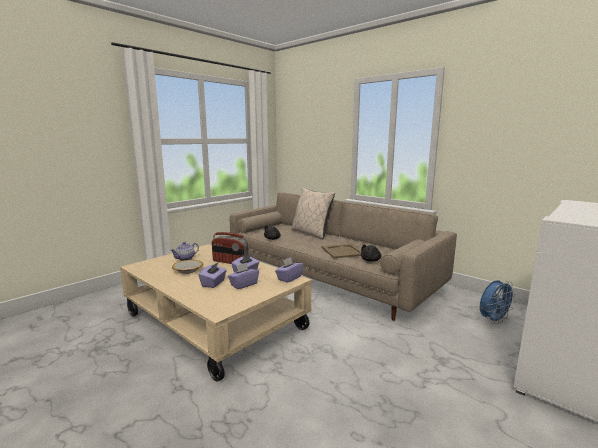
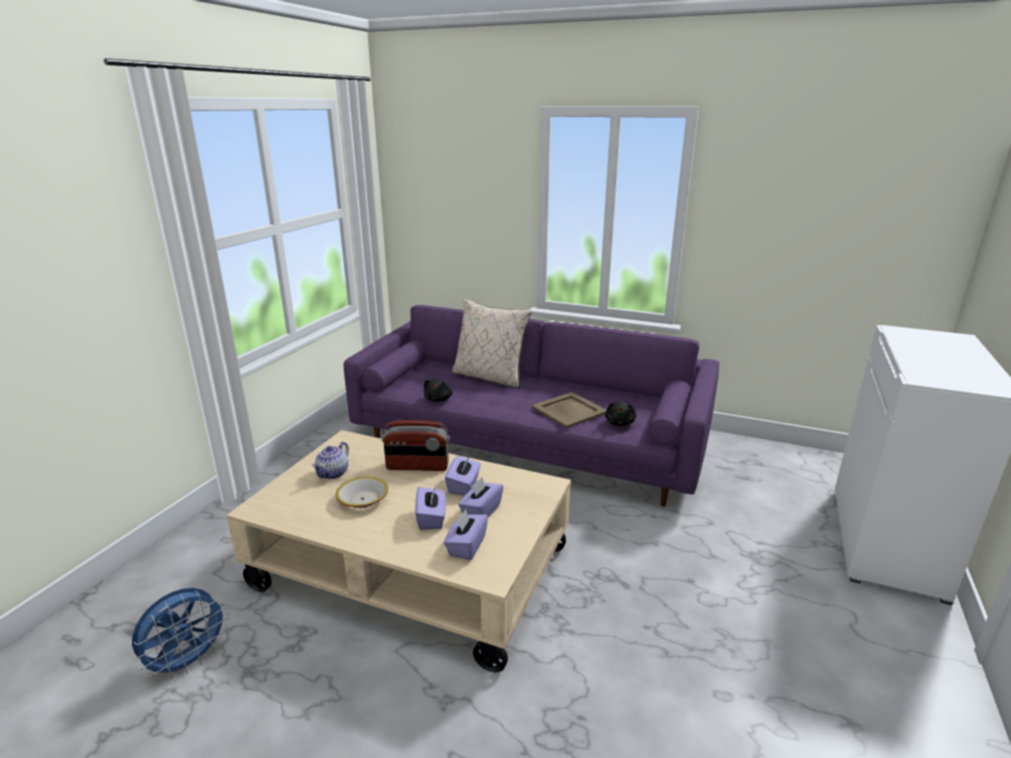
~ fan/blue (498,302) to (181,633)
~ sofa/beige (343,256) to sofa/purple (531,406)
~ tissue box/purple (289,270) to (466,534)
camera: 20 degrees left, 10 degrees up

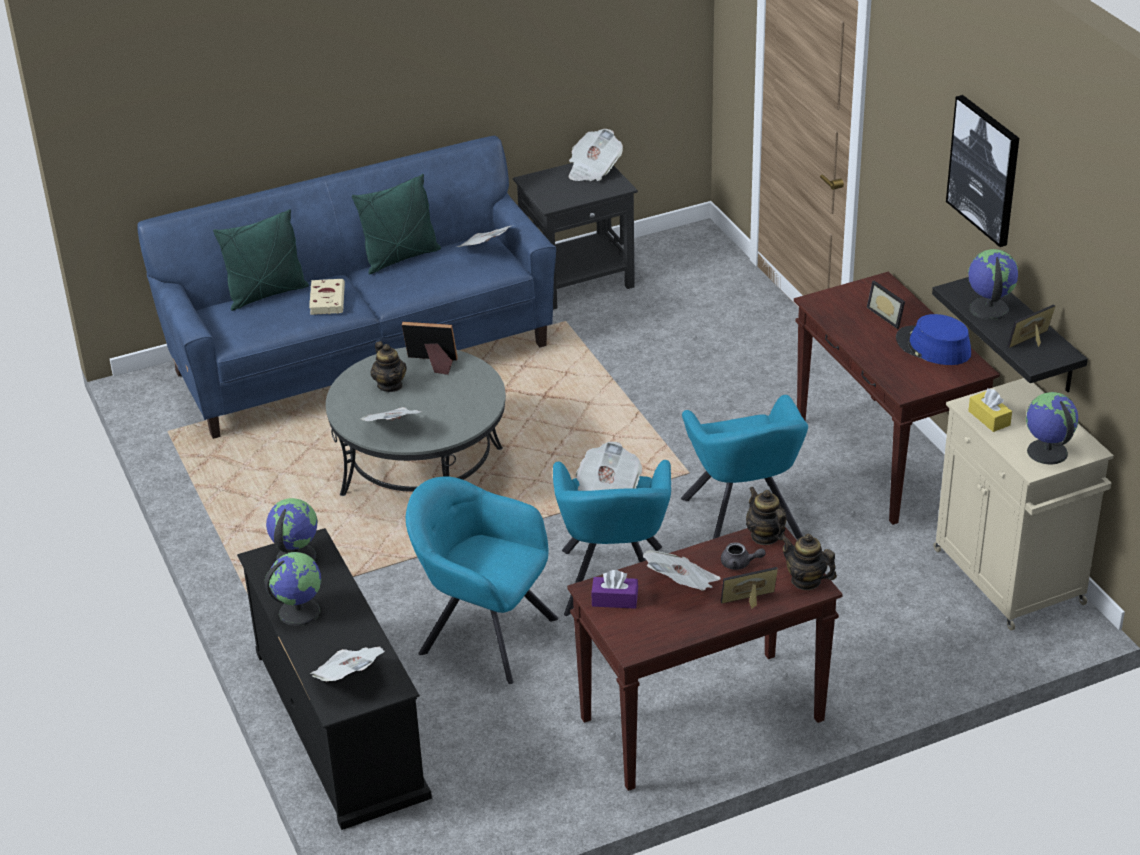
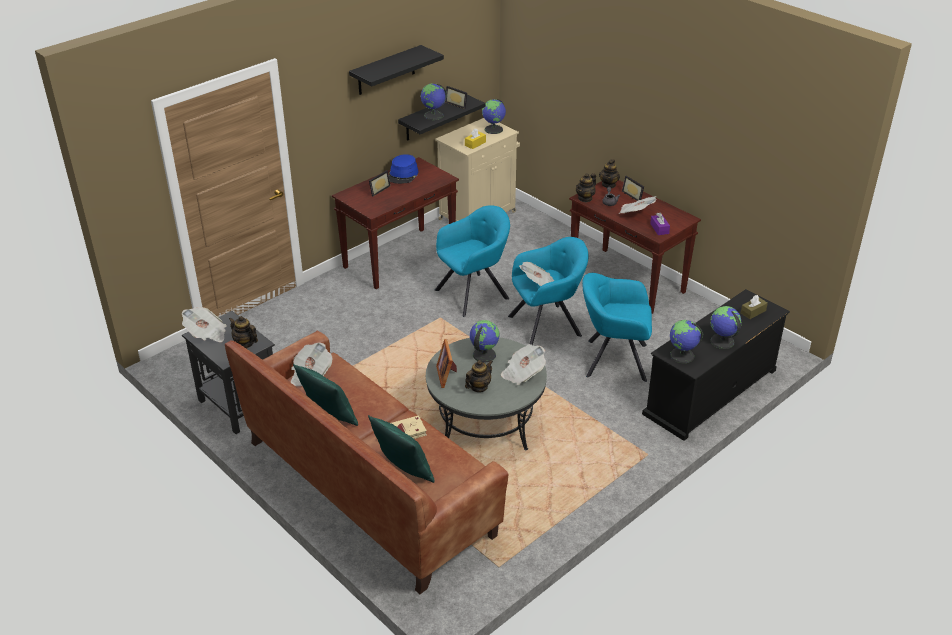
~ sofa/blue (346,287) to sofa/brown (366,462)
+ teapot (243,332)
~ picture (982,171) to shelf/black (396,70)
+ globe (485,341)
~ armchair/turquoise (482,580) = (617,327) 90 degrees clockwise
~ newspaper (347,664) to tissue box/brown (754,307)
camera: 110 degrees left, 0 degrees up

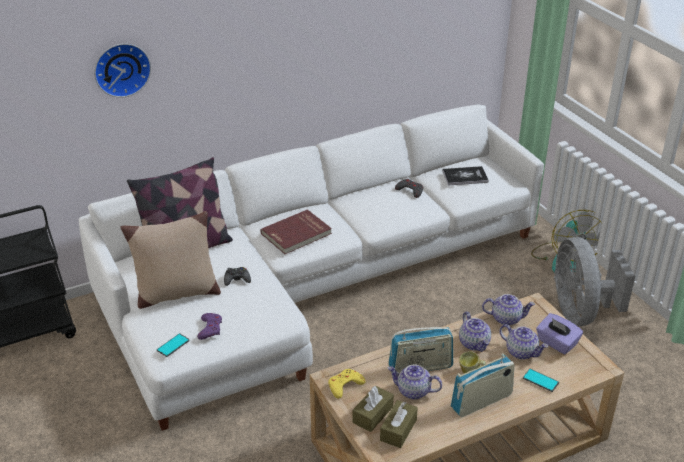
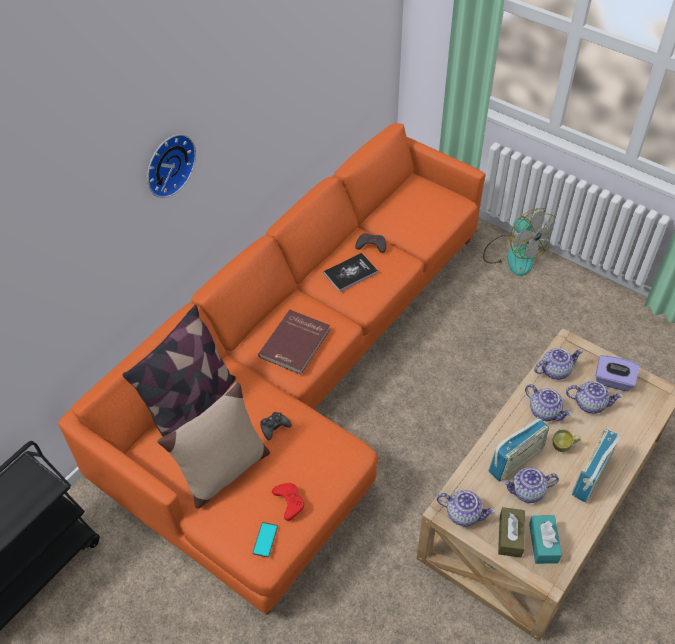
~ sofa/white (311,268) to sofa/orange (272,369)
~ wall clock (122,70) to (171,166)
~ game controller/purple (209,326) to game controller/red (288,502)
~ book (466,176) to (350,272)
~ game controller/yellow (346,384) to teapot (466,508)
~ tissue box/brown (399,424) to tissue box/turquoise (545,539)
- phone (541,380)
- fan/grey (594,281)
camera: 25 degrees left, 15 degrees up

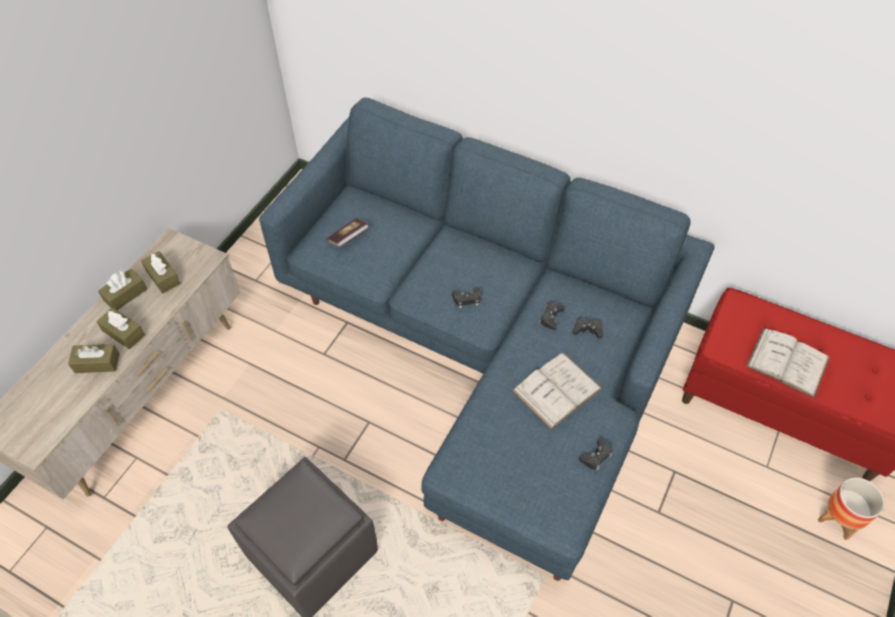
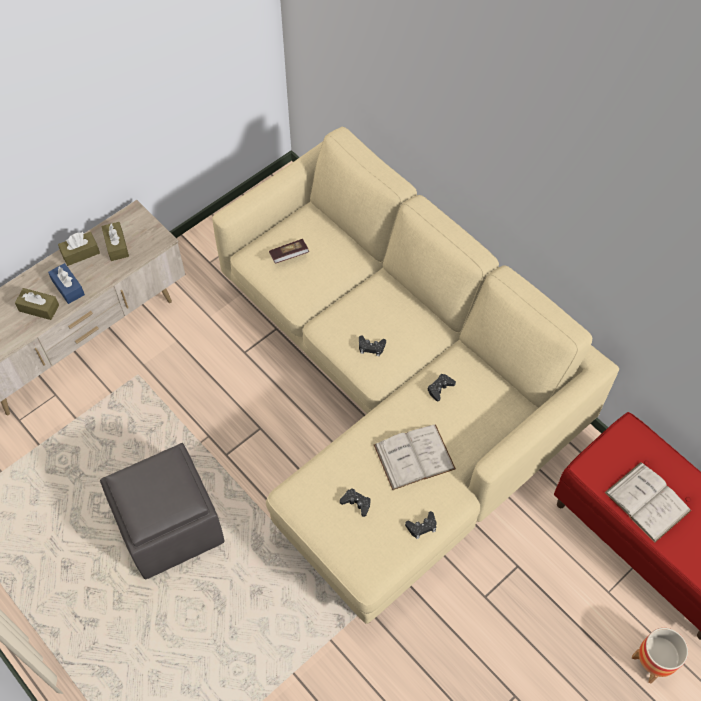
~ tissue box/brown (120,328) to tissue box/blue (66,283)
~ sofa/blue (487,339) to sofa/beige (415,375)
~ game controller/black (587,328) to (355,502)
camera: 20 degrees right, 5 degrees up

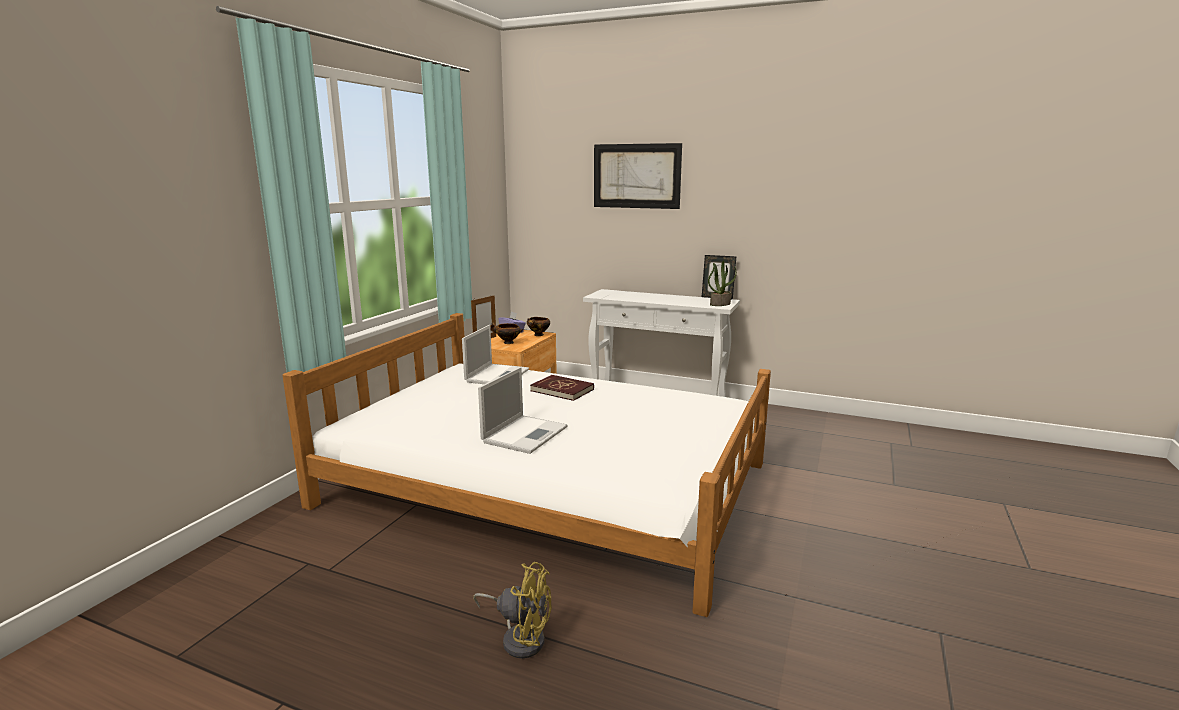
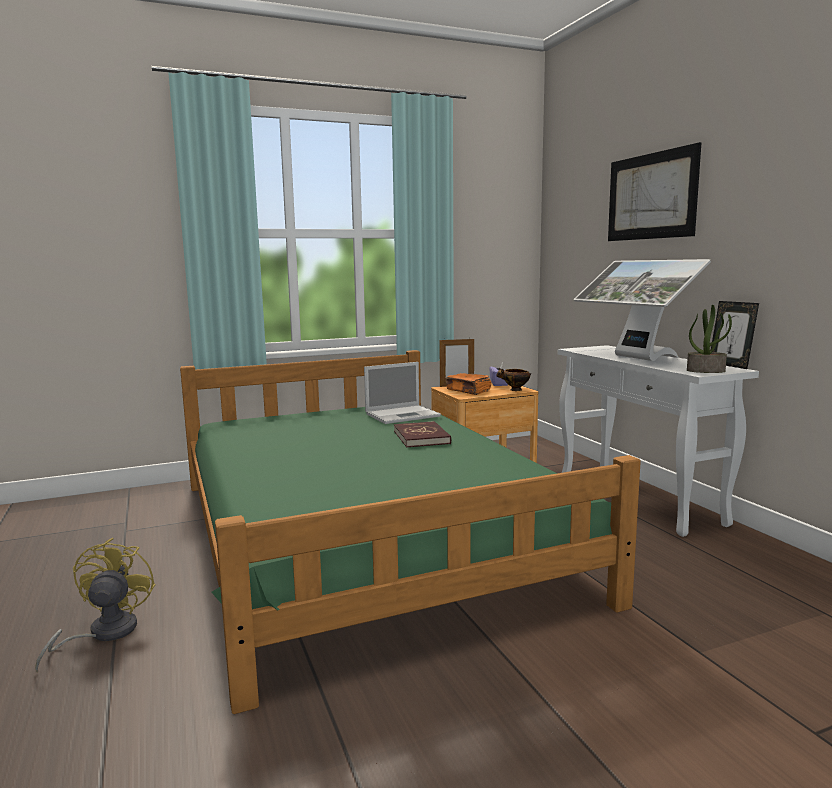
~ fan/yellow (512,610) = (95,605) 150 degrees counterclockwise
~ bed/white (526,465) to bed/green (410,532)
~ bowl (506,333) to book/orange (468,384)
+ monitor (642,310)
- laptop (522,410)
camera: 45 degrees right, 5 degrees down

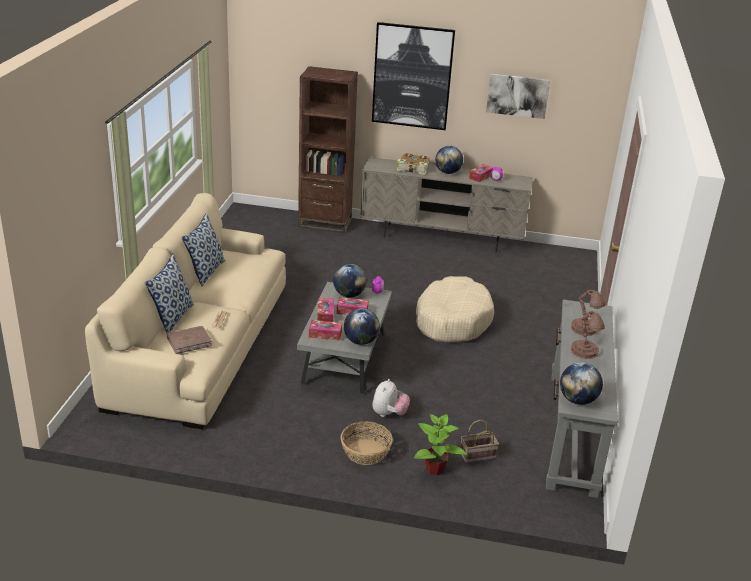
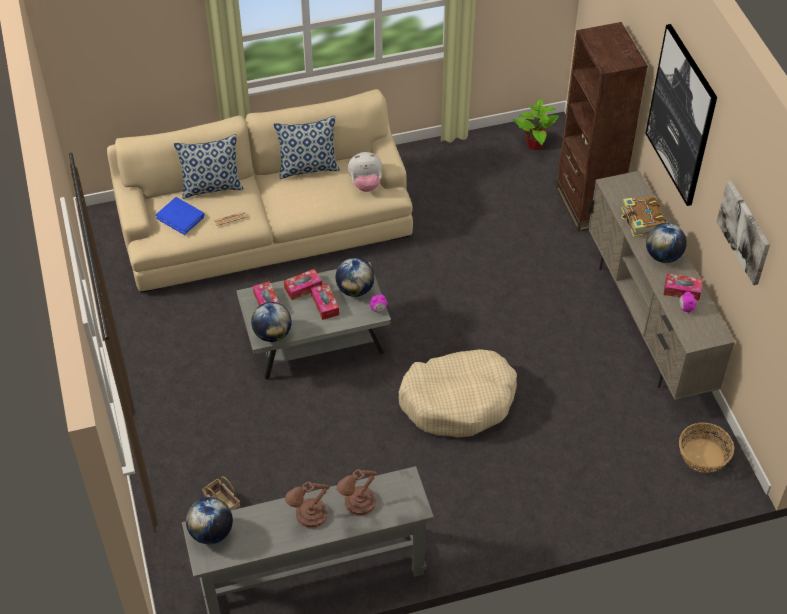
~ book/brown (189,340) to book/blue (180,216)
~ plush toy (391,398) to (365,172)
~ potted plant (440,444) to (536,124)
~ basket (367,443) to (706,448)
camera: 65 degrees right, 20 degrees up

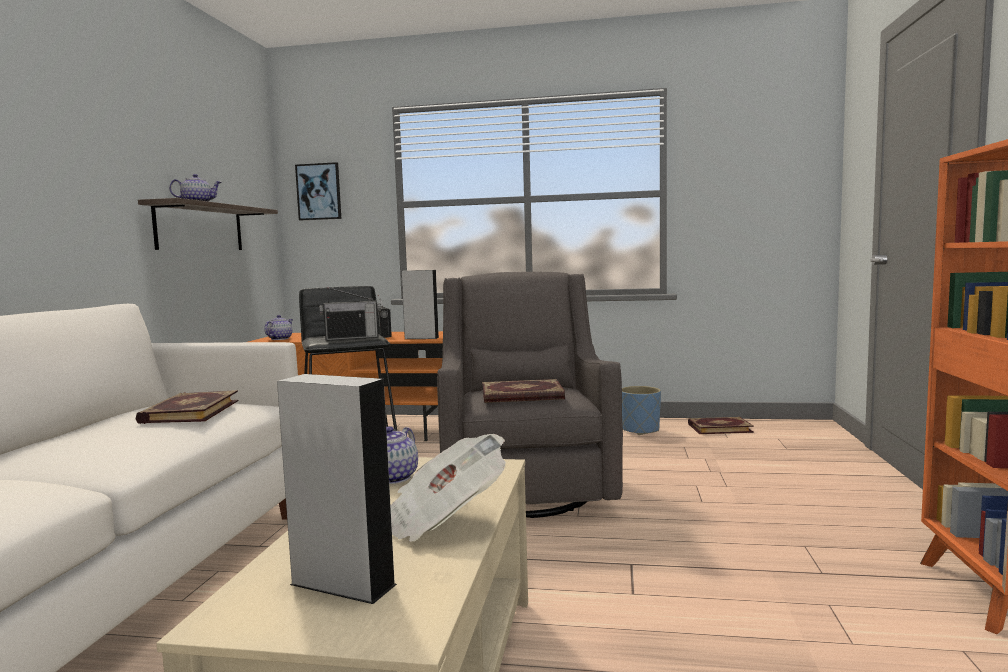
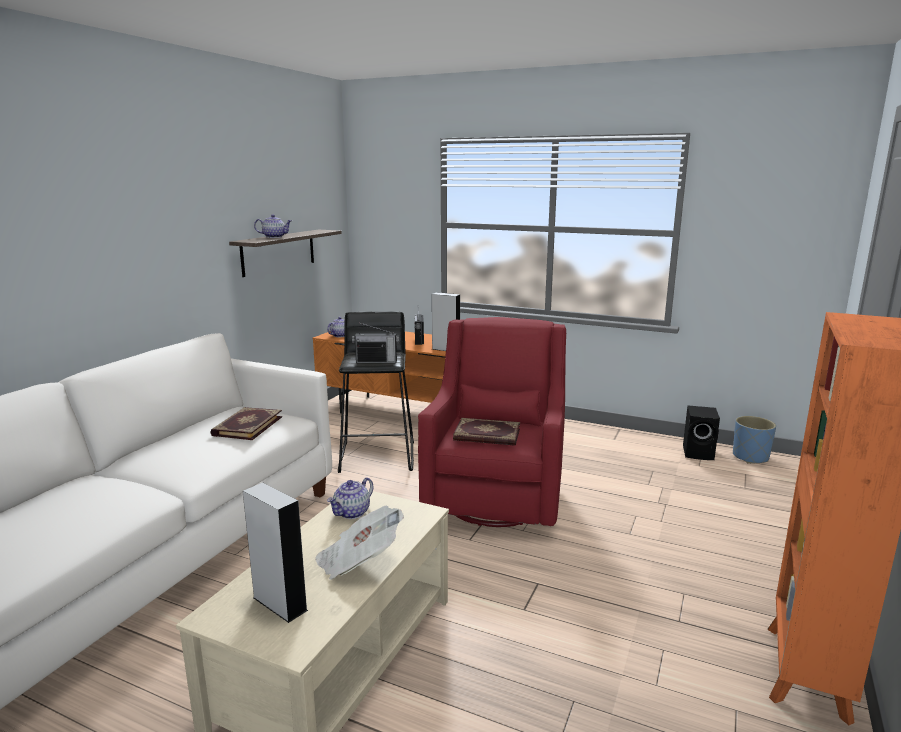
~ armchair/grey (530,395) to armchair/red (492,422)
~ book (721,425) to speaker/black (701,433)
~ planter/blue (641,410) to (754,440)
- picture (318,191)
camera: 15 degrees right, 10 degrees up

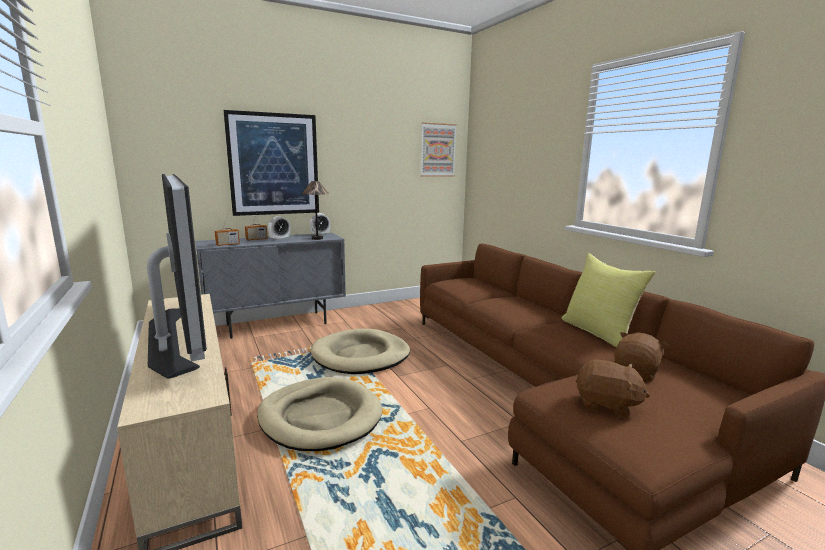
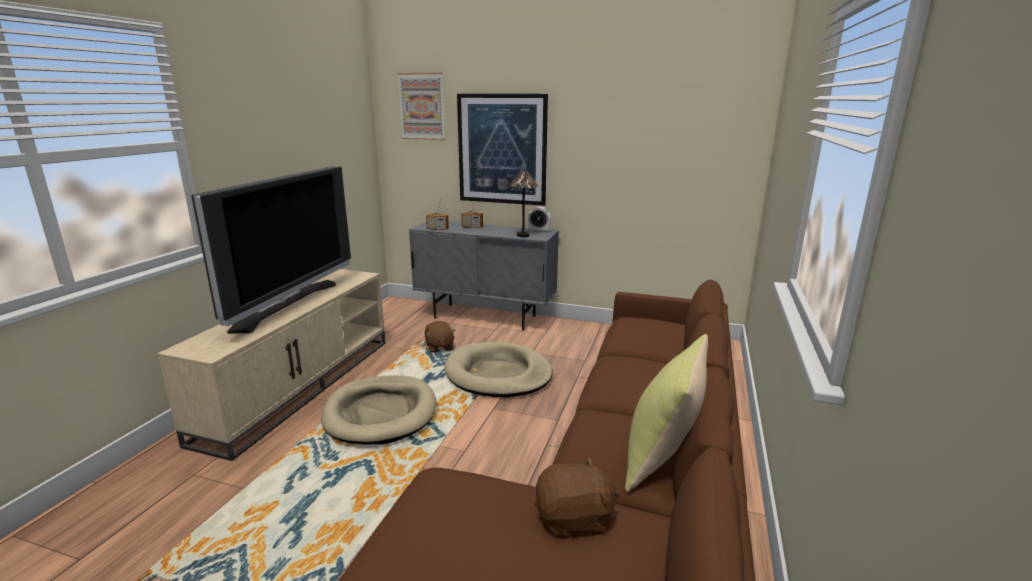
~ picture (438,149) to (421,106)
~ plush toy/brown (613,388) to (440,336)
- alarm clock (279,228)
camera: 45 degrees right, 5 degrees up

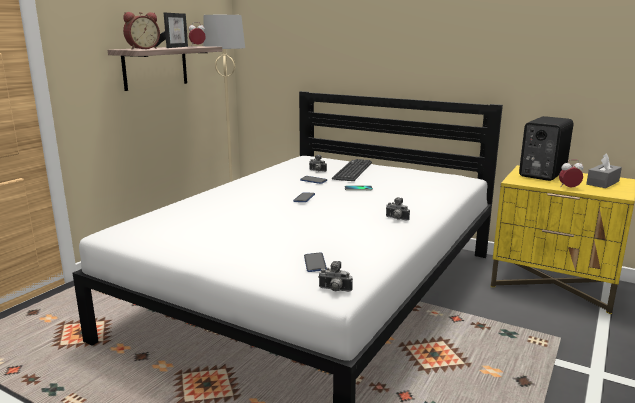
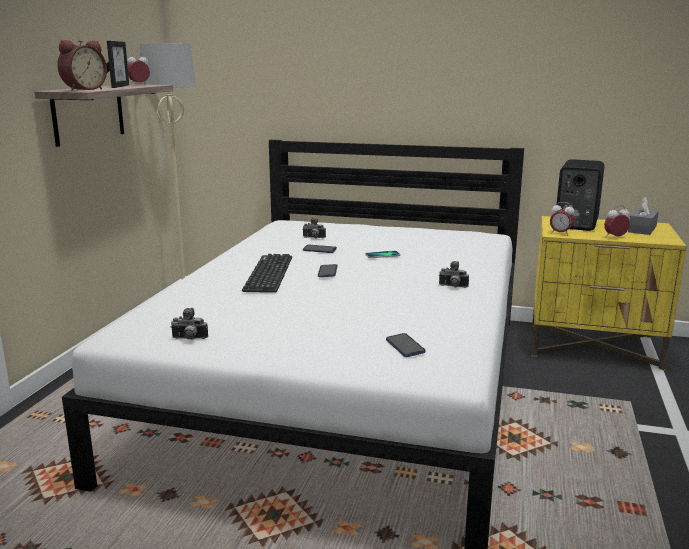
~ photo camera (335,276) to (189,324)
~ keyboard (352,170) to (267,273)
+ alarm clock (562,219)
camera: 15 degrees left, 0 degrees up

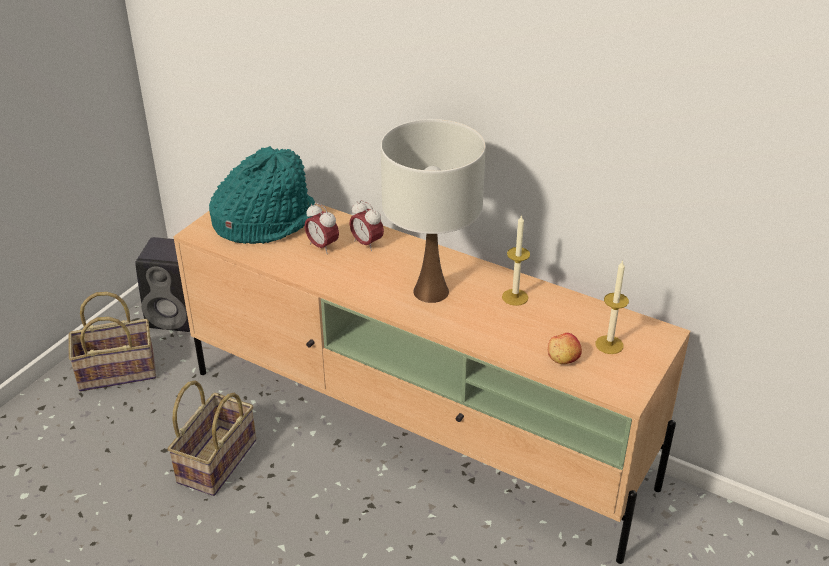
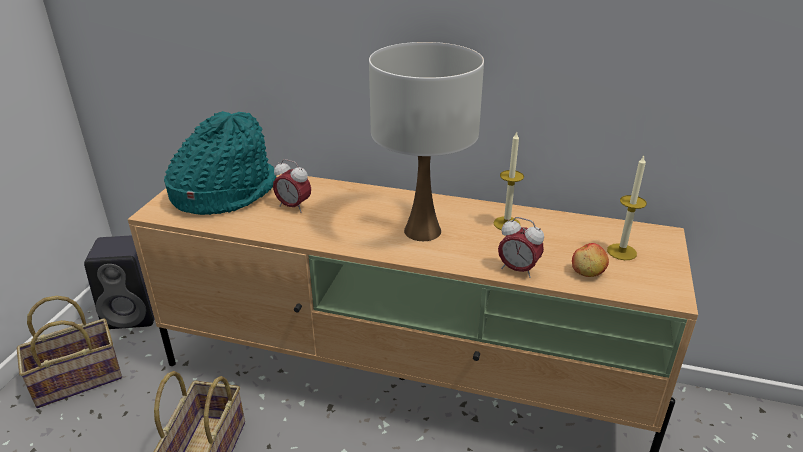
~ alarm clock (366,226) to (521,247)
camera: 15 degrees left, 5 degrees down

